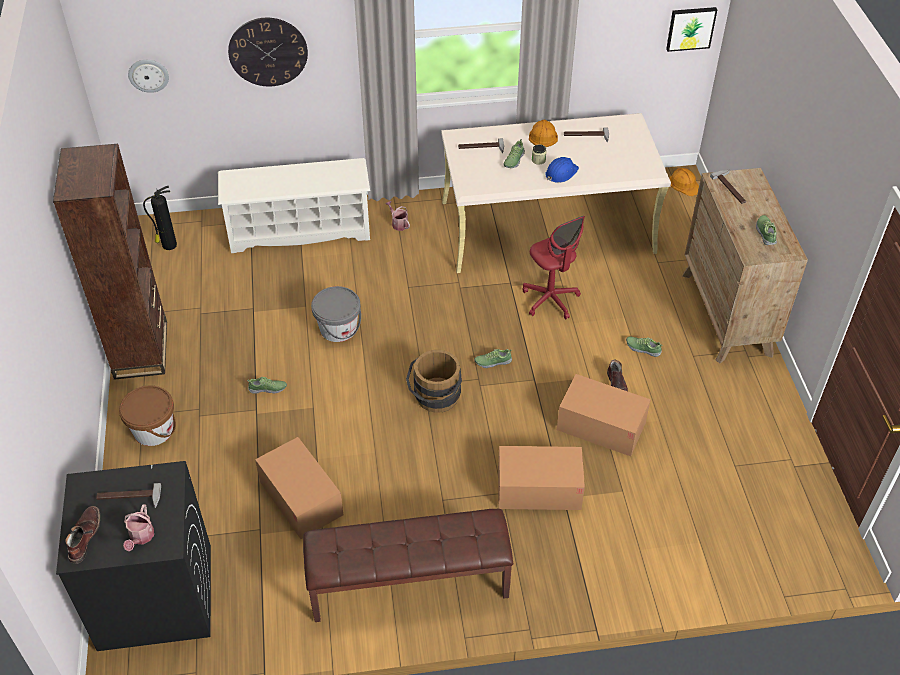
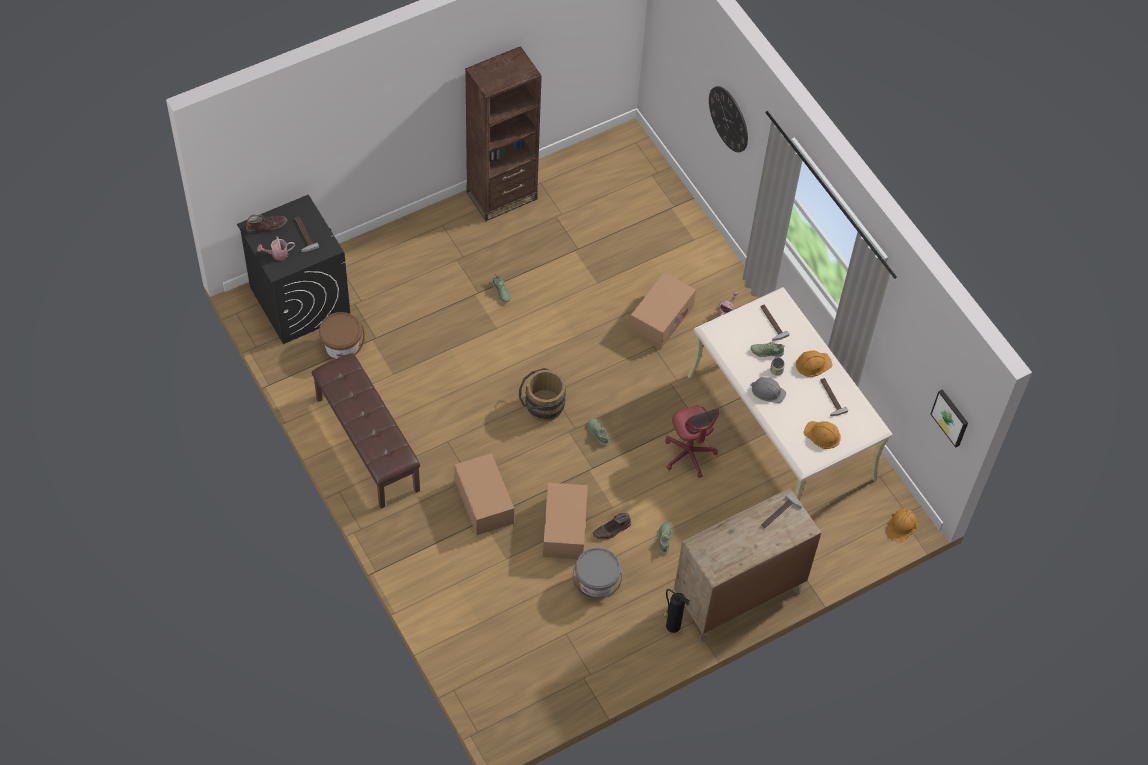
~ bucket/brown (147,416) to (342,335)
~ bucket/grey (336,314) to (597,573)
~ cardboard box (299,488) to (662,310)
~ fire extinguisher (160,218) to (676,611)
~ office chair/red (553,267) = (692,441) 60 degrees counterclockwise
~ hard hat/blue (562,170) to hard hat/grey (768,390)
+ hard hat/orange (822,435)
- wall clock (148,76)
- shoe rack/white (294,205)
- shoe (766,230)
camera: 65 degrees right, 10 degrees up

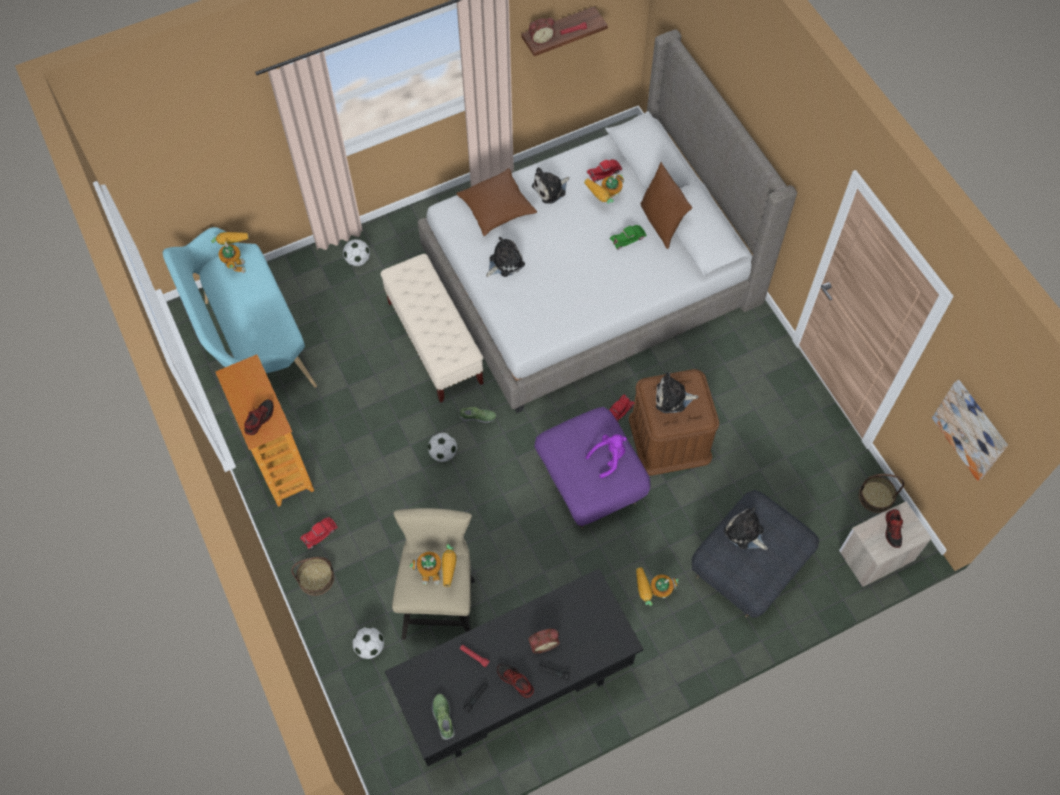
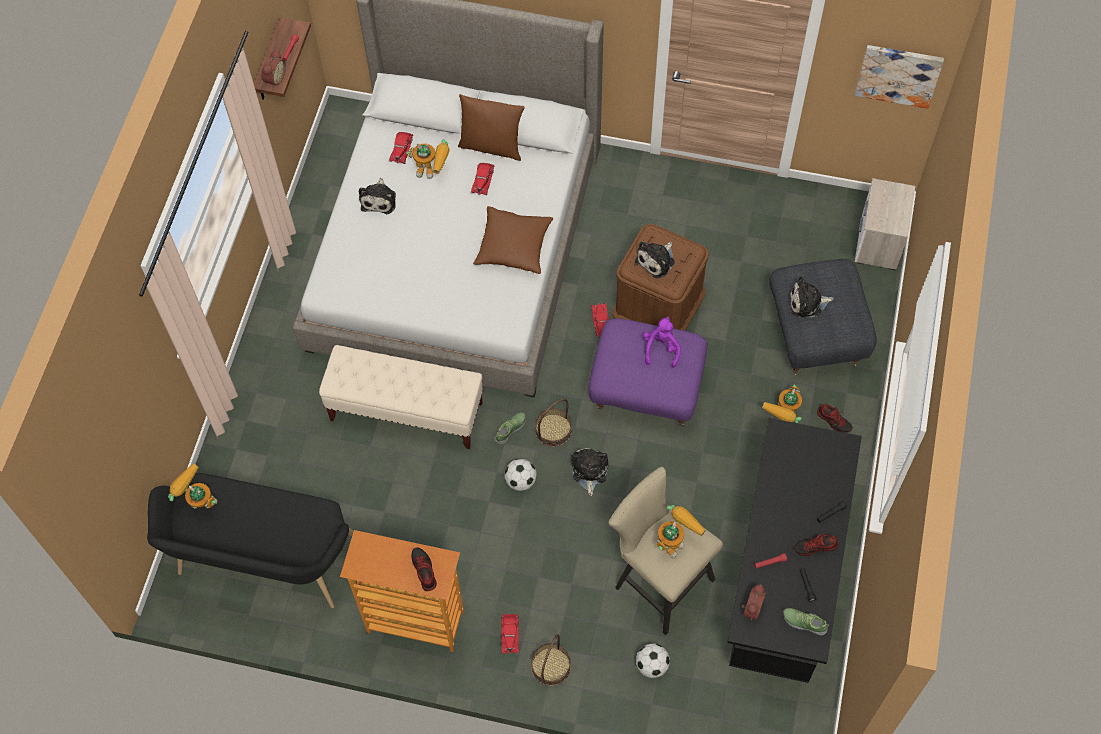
~ bench/turquoise (240,307) to bench/black (250,540)
~ toy robot (604,189) = (428,159) 75 degrees counterclockwise
~ toy car/green (628,237) to toy car/red (482,179)
~ pillow/brown (496,202) to (513,240)
~ basket (881,493) to (553,422)
~ plush toy (505,257) to (590,472)
~ alarm clock (544,641) to (754,602)
~ shoe (894,528) to (834,418)
- football (356,252)
camera: 50 degrees left, 0 degrees up

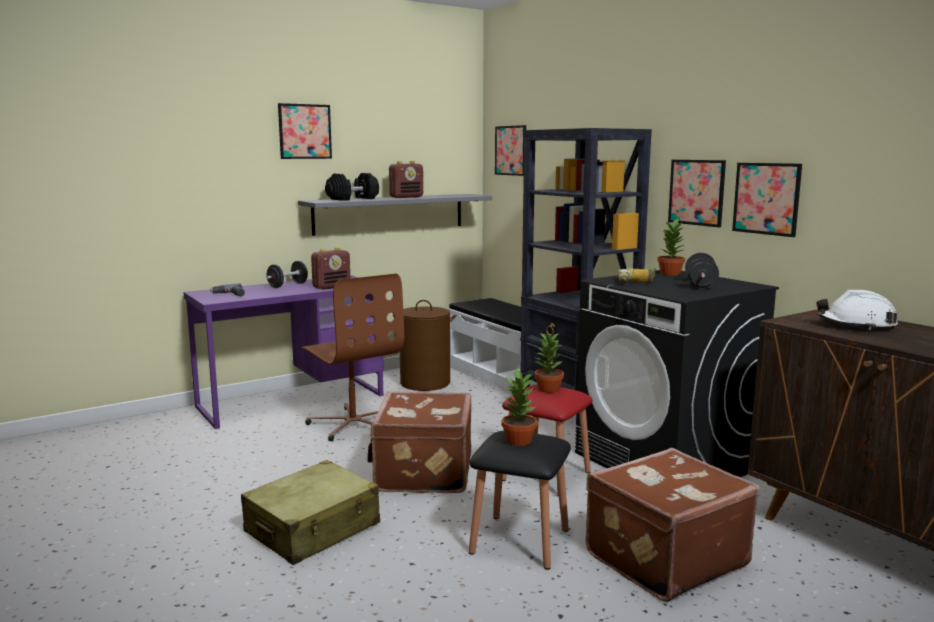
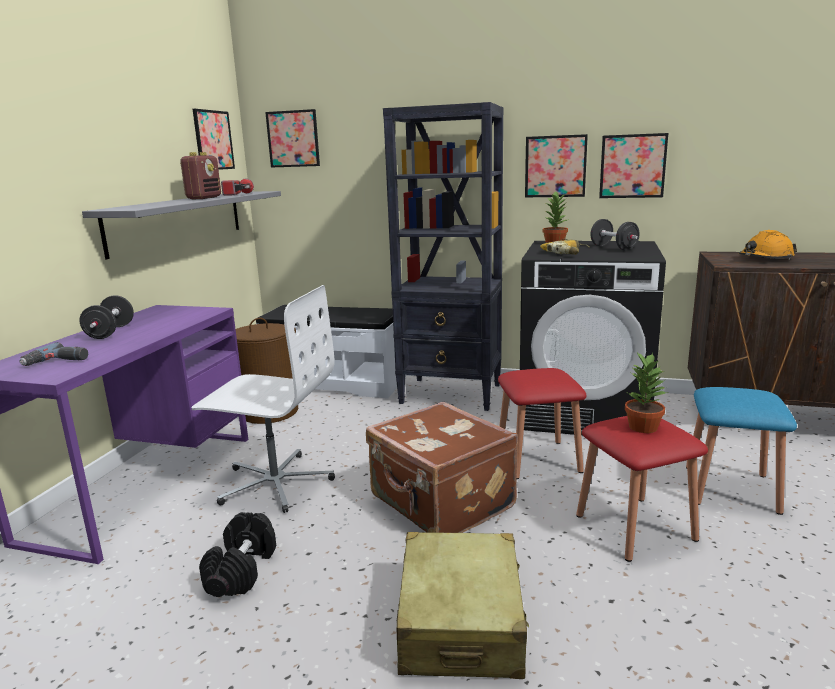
~ office chair/brown (352,357) to office chair/white (263,399)
~ picture (305,131) to (214,139)
~ dumbbell/black (352,187) to (237,554)
+ flashlight (237,187)
~ stool/black (520,500) to stool/red (642,489)
~ suitcase/brown (672,525) to stool/blue (741,451)
~ hard hat/white (857,310) to hard hat/orange (768,245)
- radio (330,268)
- potted plant (549,363)
camera: 40 degrees left, 5 degrees up

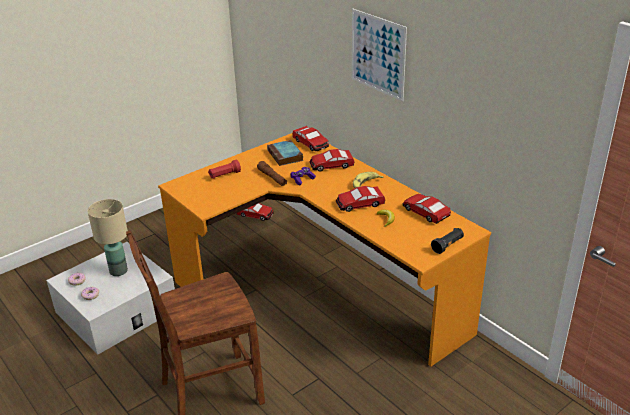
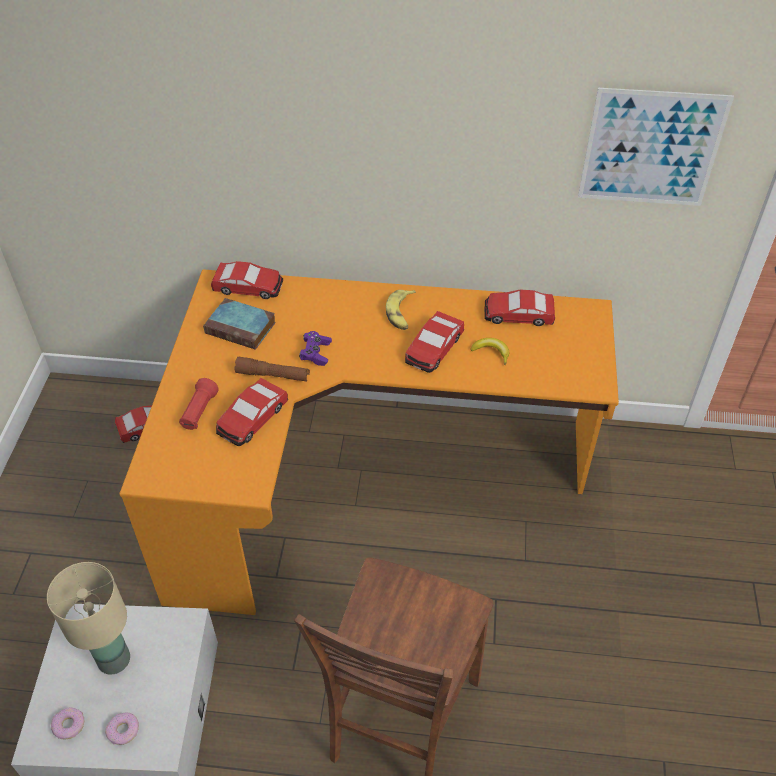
~ toy car (332,160) to (252,412)
~ picture (379,55) to (656,147)
- flashlight/black (447,241)
camera: 45 degrees left, 15 degrees up

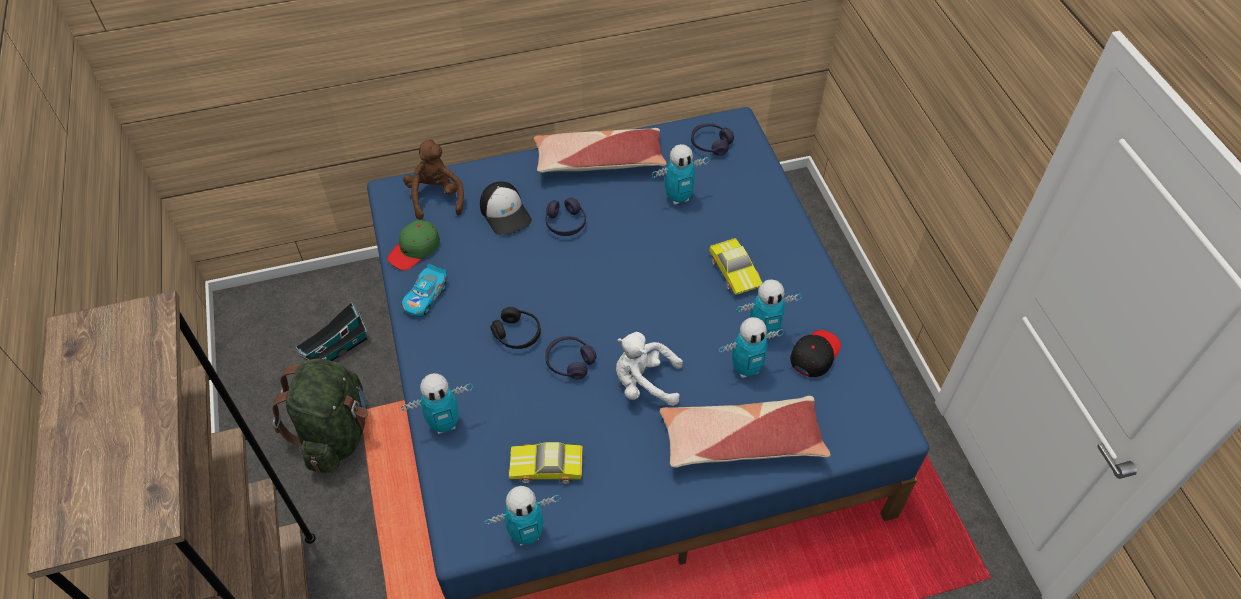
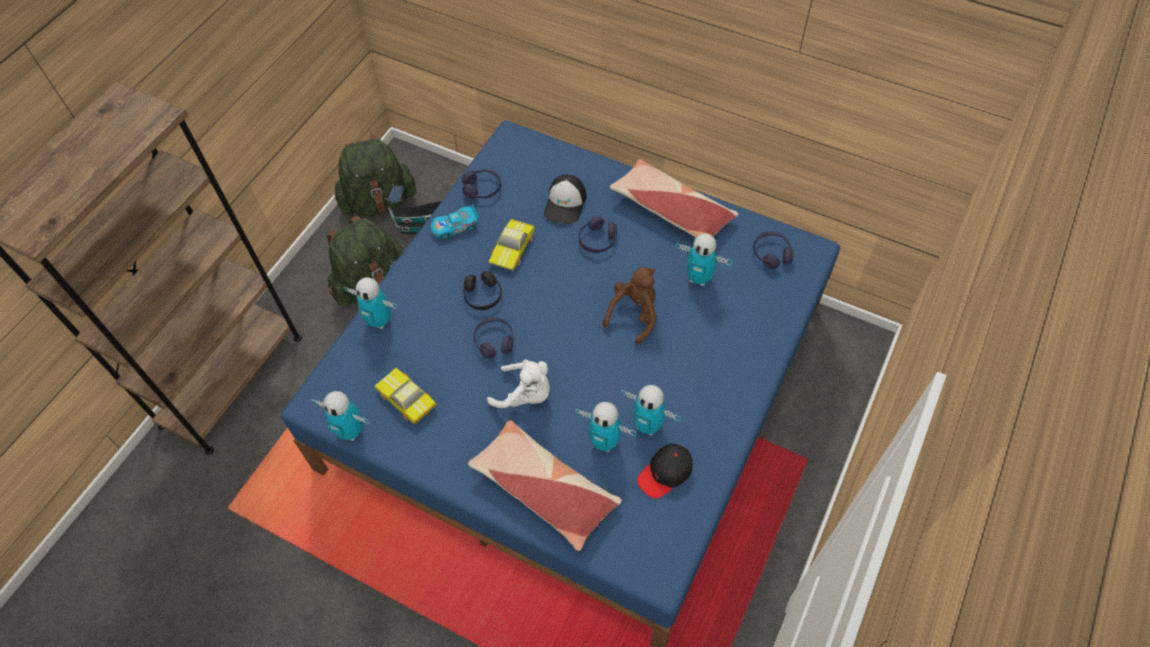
+ backpack/green (375,176)
~ cap/green (413,245) to headphones/purple (481,184)
~ plush toy/white (649,369) = (518,383) 150 degrees clockwise
~ toy car (735,266) to (511,245)
~ plush toy/brown (433,179) to (630,306)
~ cap/black (815,353) = (665,471) 150 degrees clockwise
camera: 45 degrees right, 5 degrees up

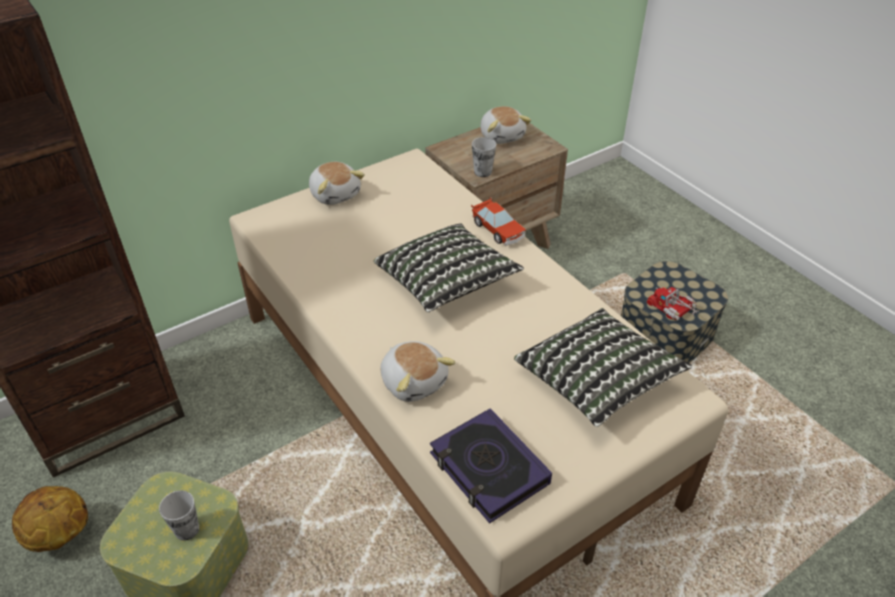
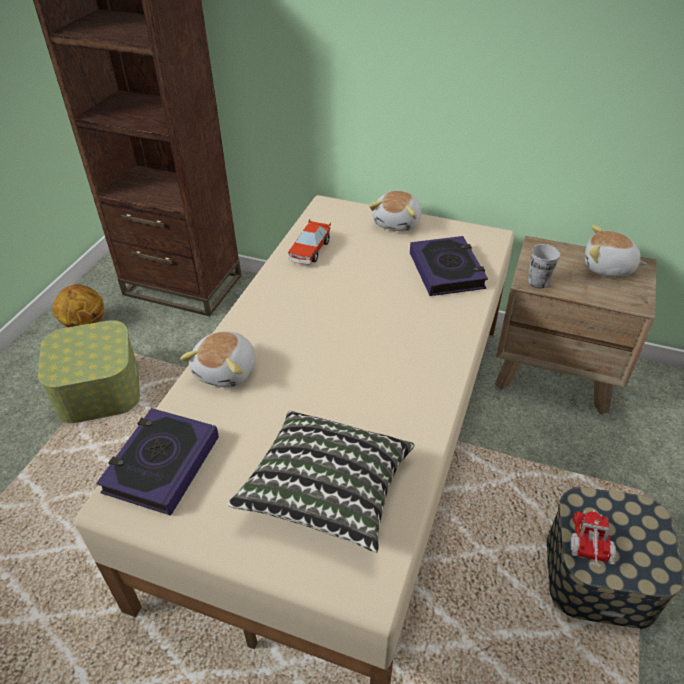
~ toy car (498,221) to (309,242)
+ book (449,266)
~ plush toy (506,125) = (616,251) 75 degrees clockwise
- cup (179,515)
- pillow (449,267)
camera: 55 degrees right, 0 degrees up

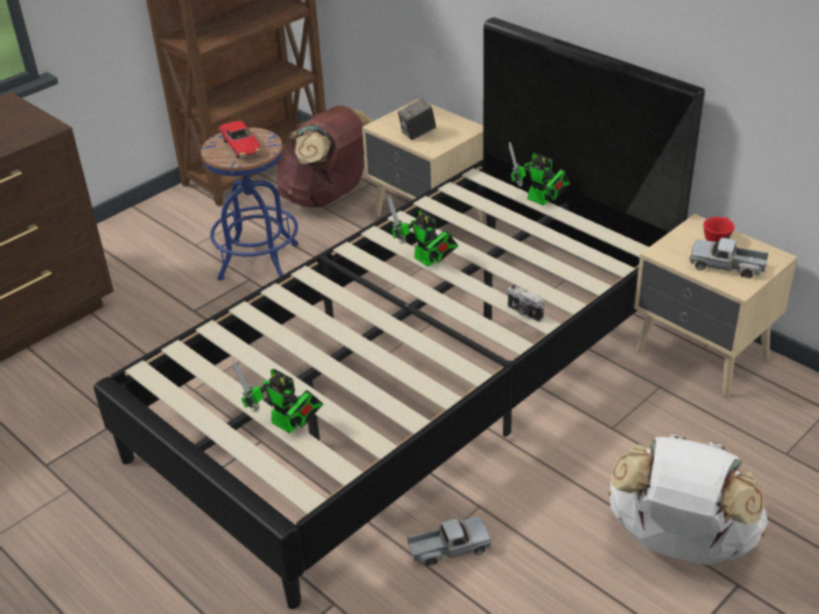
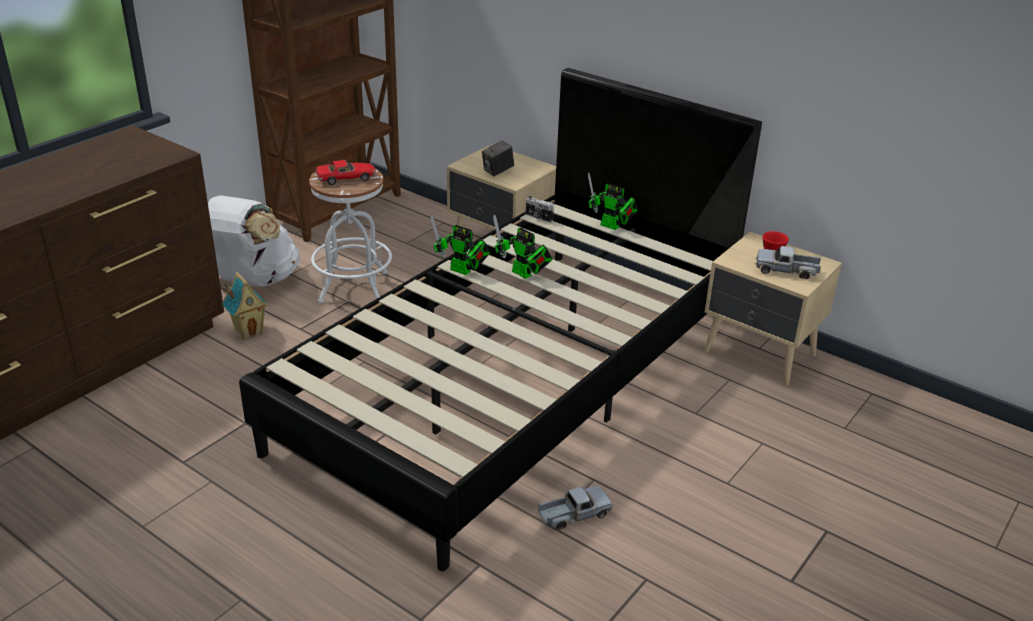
~ backpack/white (688,499) to (254,241)
+ toy house (245,305)
~ stool/blue (249,203) to stool/white (350,236)
~ toy car (240,139) = (345,172) 75 degrees counterclockwise
~ toy robot (278,397) to (460,245)
~ photo camera (526,303) to (540,209)
- backpack/brown (325,156)
camera: 10 degrees left, 5 degrees down

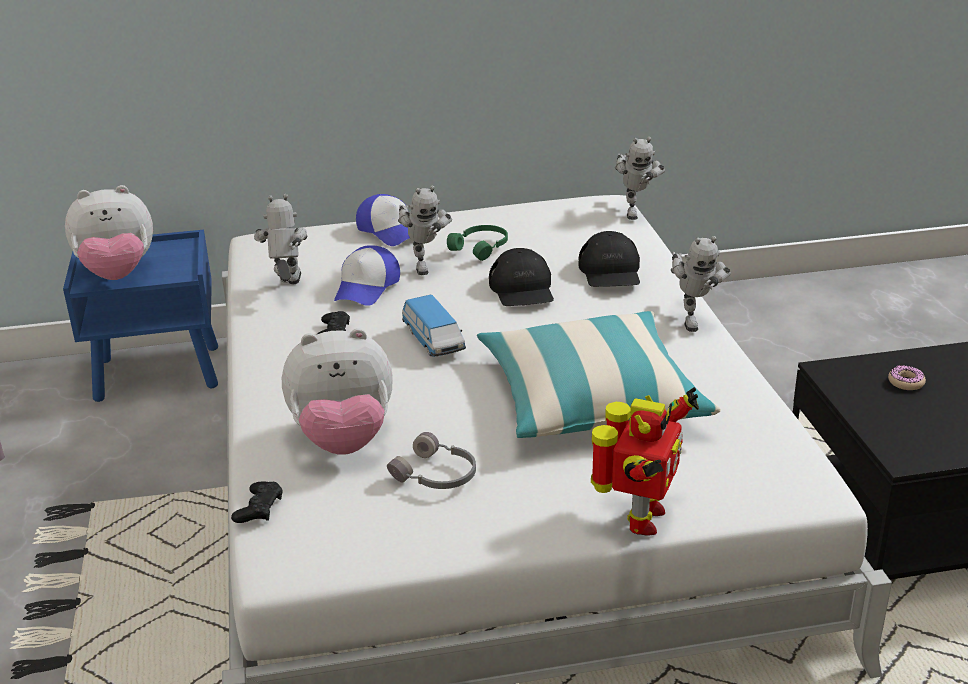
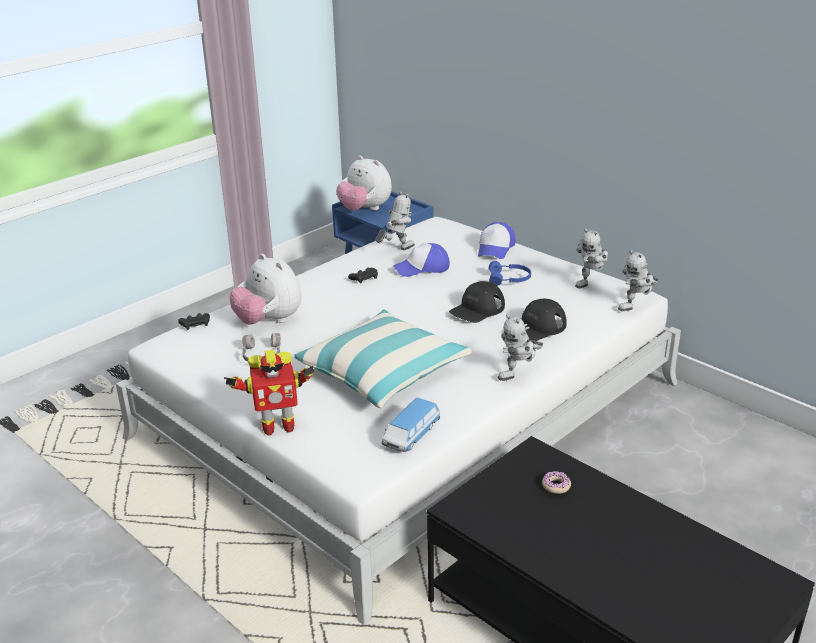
~ toy car (434,326) to (410,424)
~ headphones/green (477,243) to headphones/blue (510,273)
~ toy robot (425,230) to (591,258)
camera: 55 degrees right, 0 degrees up

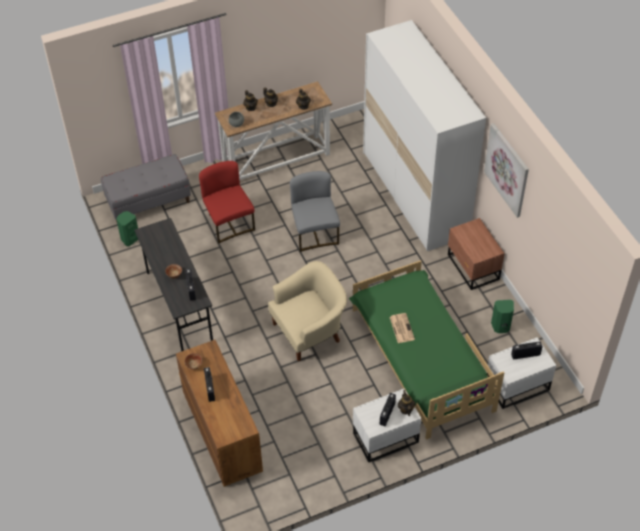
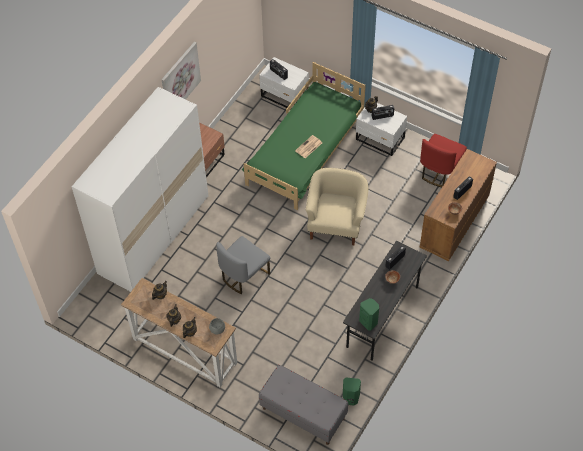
~ armchair/beige (307,311) = (337,206) 75 degrees clockwise
~ speaker/green (502,316) to (369,314)
~ chair/red (227,202) to (443,160)
camera: 125 degrees left, 5 degrees up

